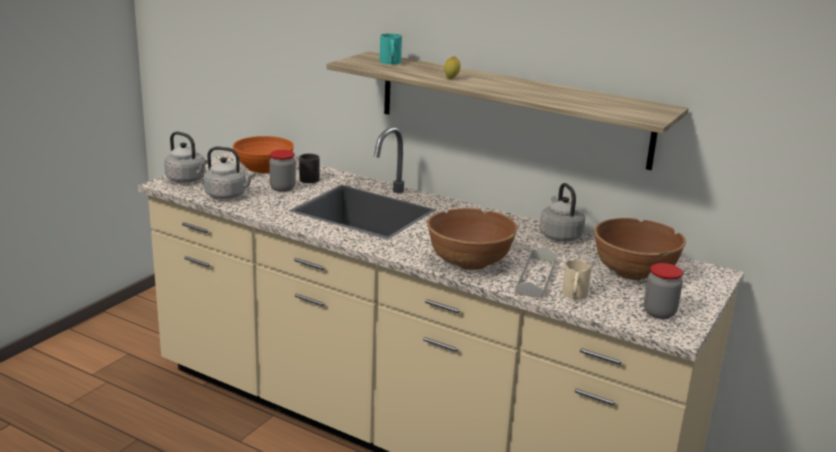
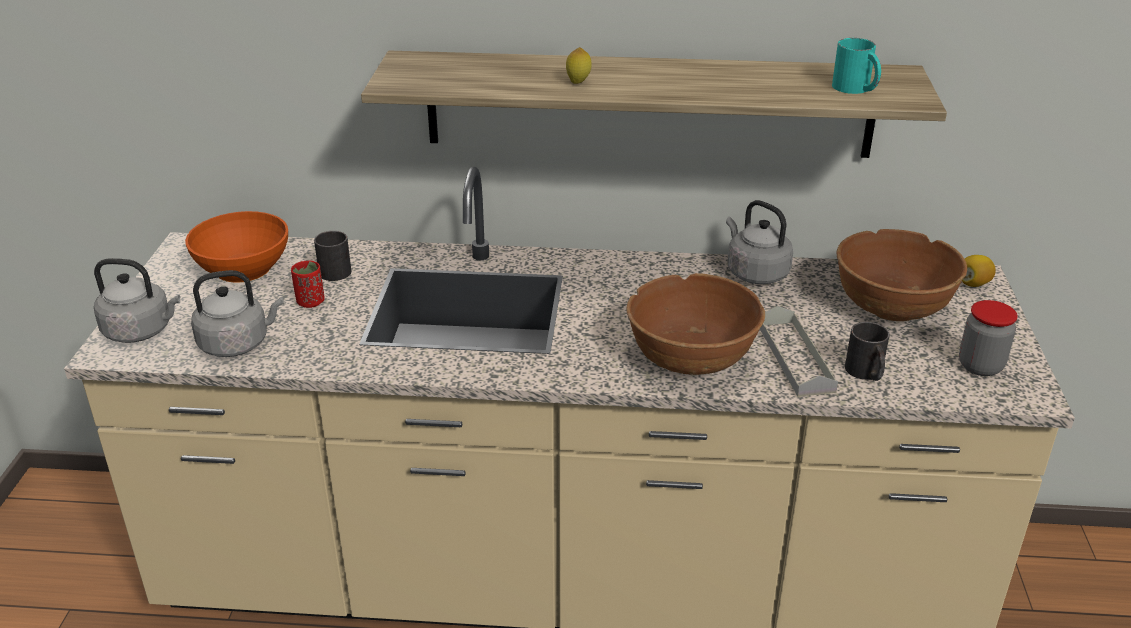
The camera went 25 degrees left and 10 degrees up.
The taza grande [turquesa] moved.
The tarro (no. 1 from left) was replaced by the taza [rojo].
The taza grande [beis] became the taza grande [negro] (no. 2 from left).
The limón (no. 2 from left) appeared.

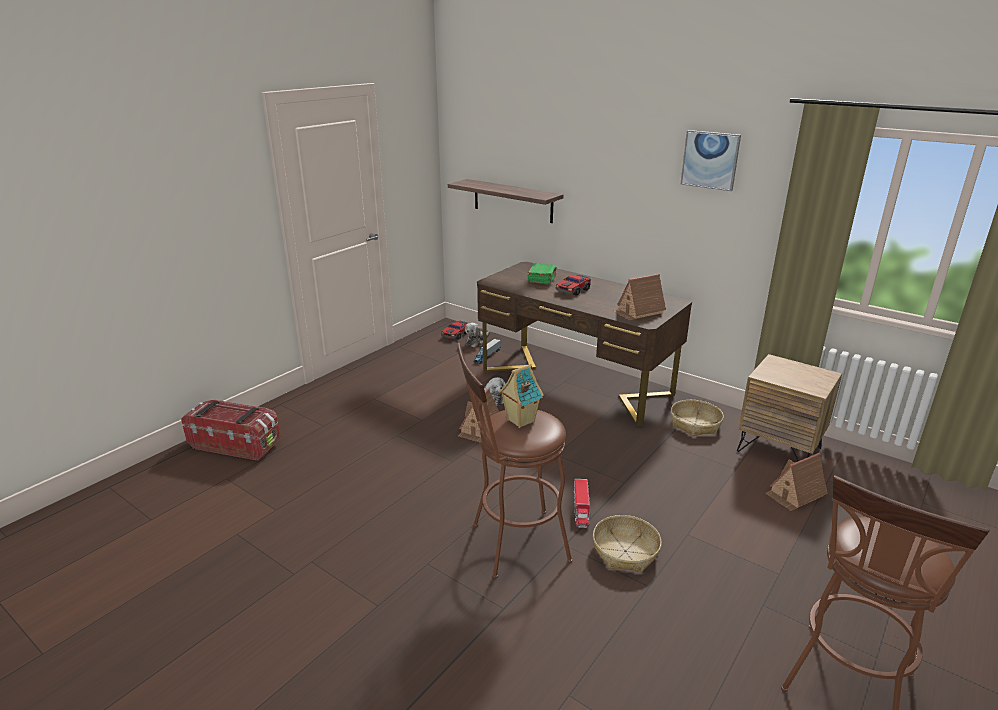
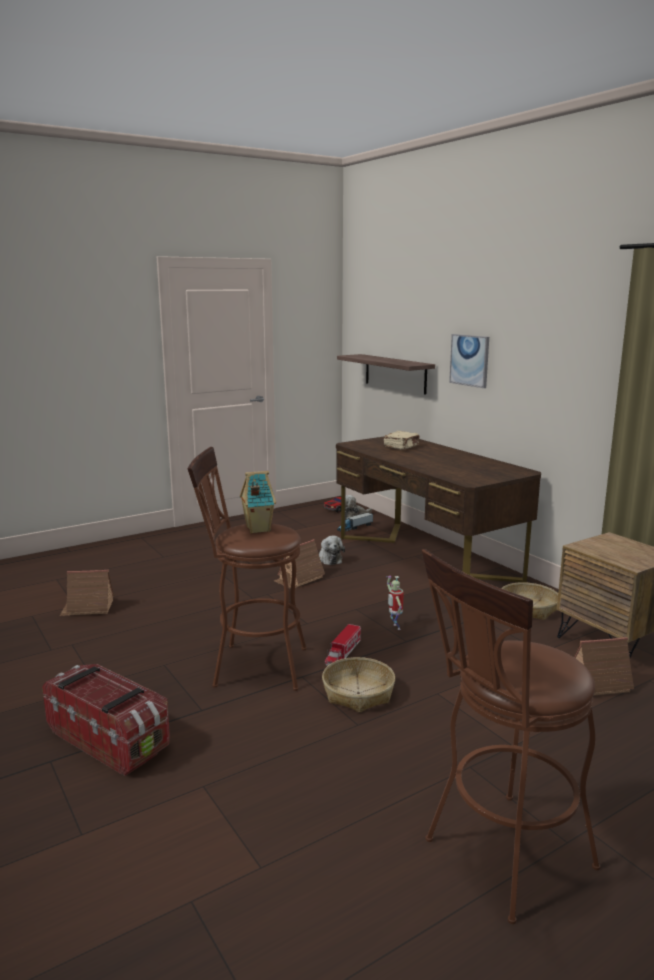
The camera went 20 degrees right and 10 degrees down.
The cuadro moved.
The libro [verde] became the libro [beis].
The coche de juguete (no. 2 from left) disappeared.
The casita (no. 3 from left in the first image) moved.
The caja de almacenaje moved.
The robot de juguete appeared.

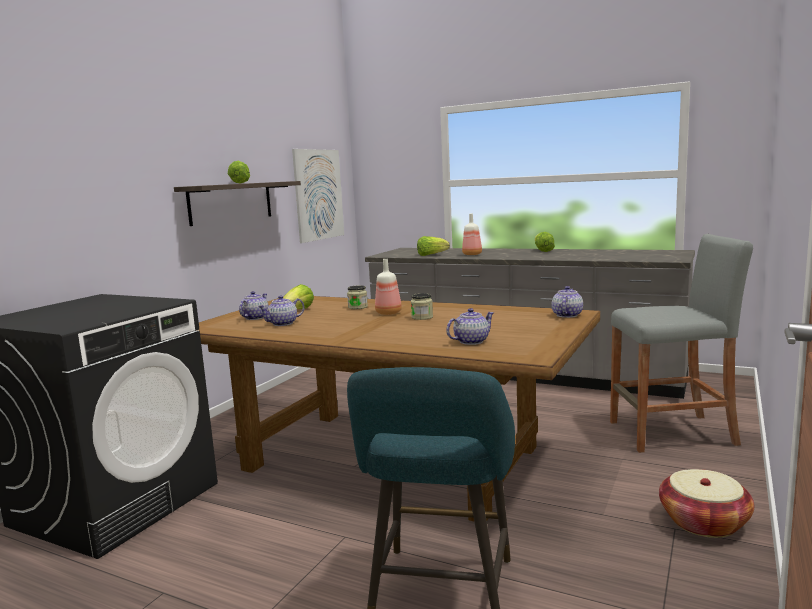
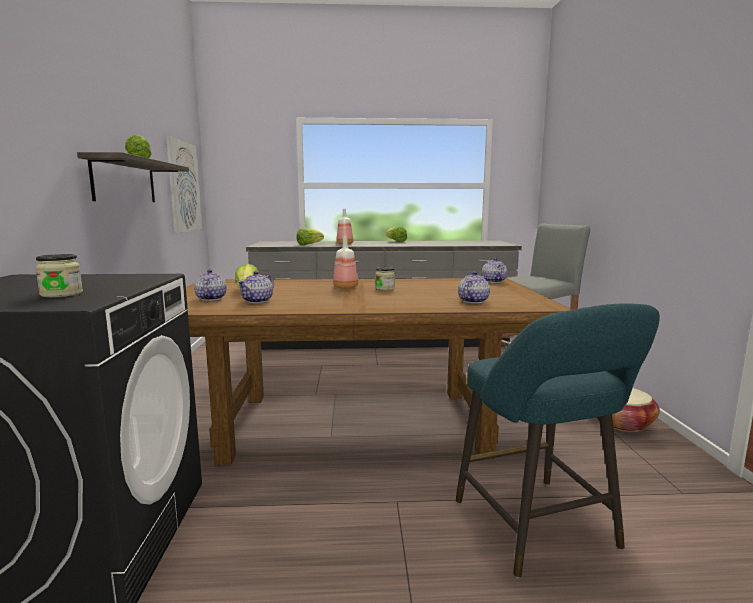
The camera went 30 degrees left and 0 degrees up.
The tarro (no. 1 from left) moved.

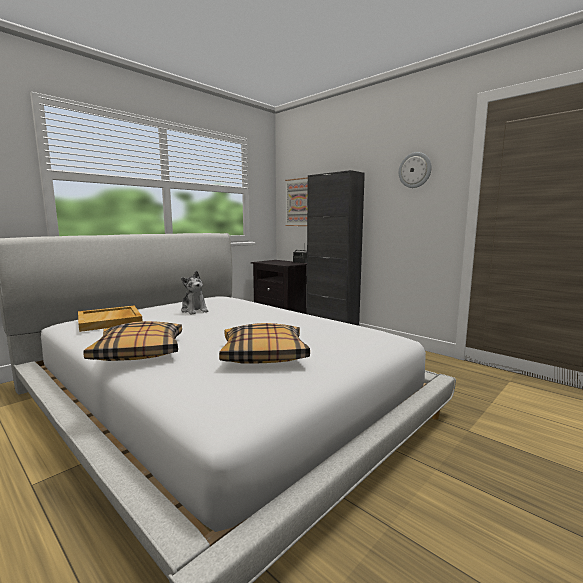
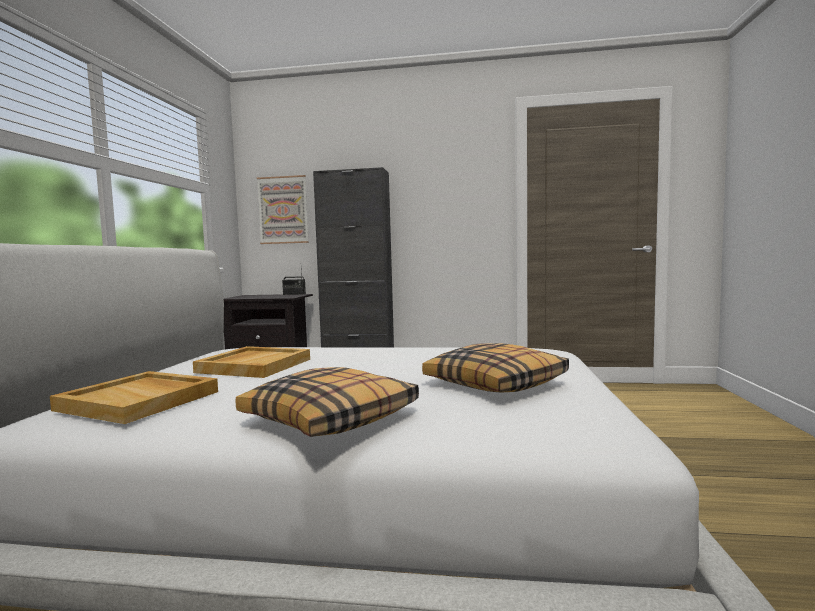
The camera went 35 degrees left and 5 degrees down.
The reloj de pared disappeared.
The peluche was replaced by the bandeja [beis] (no. 2 from left).

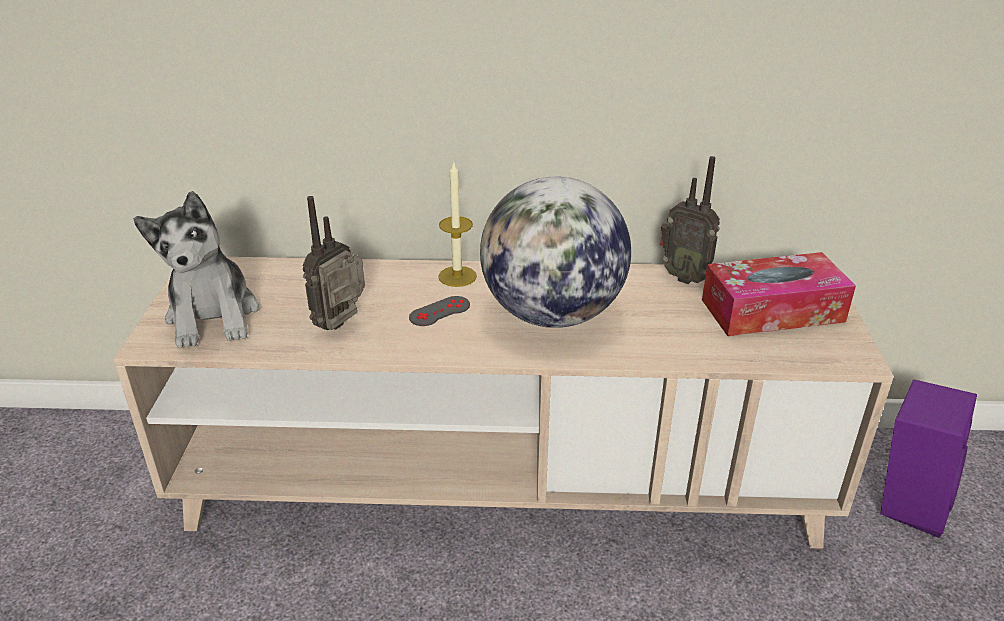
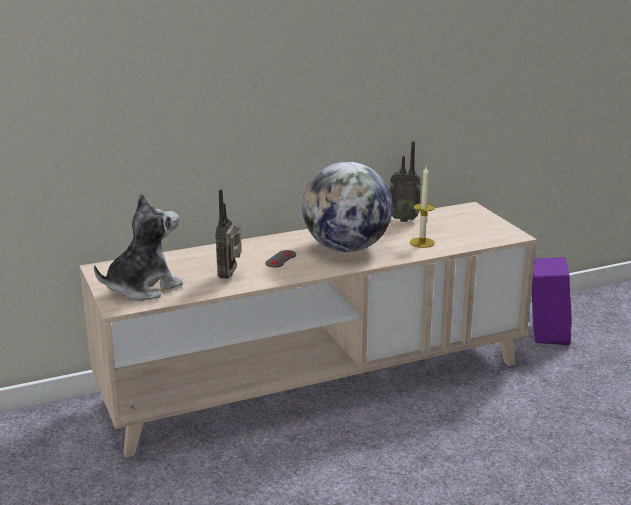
The camera went 25 degrees left and 10 degrees down.
The vela moved.
The peluche turned 90 degrees counterclockwise.
The caja de pañuelos disappeared.

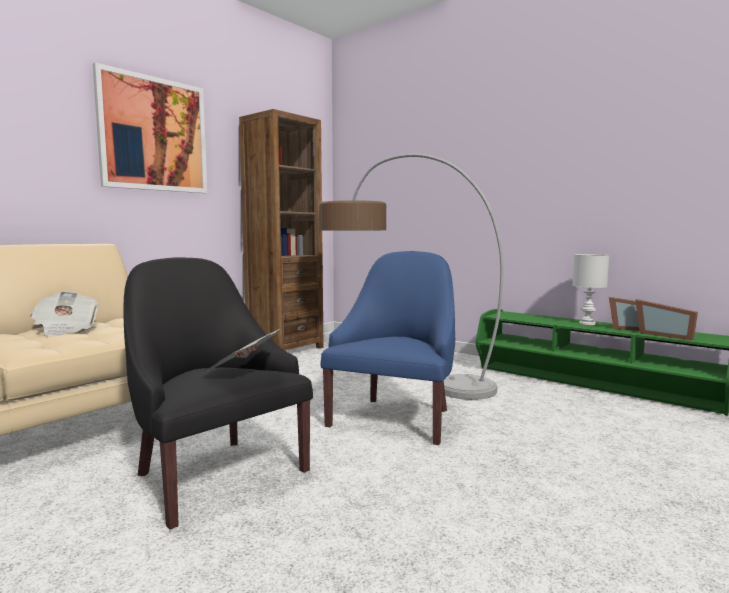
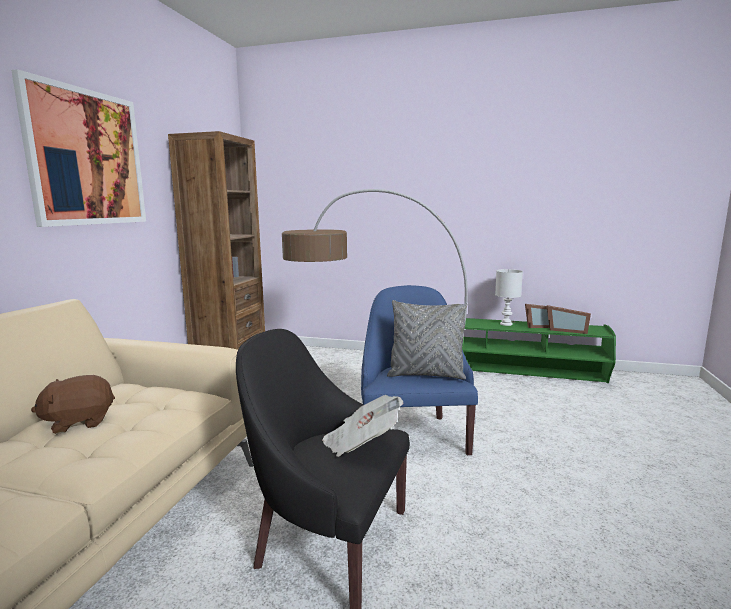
The camera went 25 degrees left and 5 degrees up.
The periódico (no. 1 from left) was replaced by the peluche [marrón].
The cojín [gris] appeared.

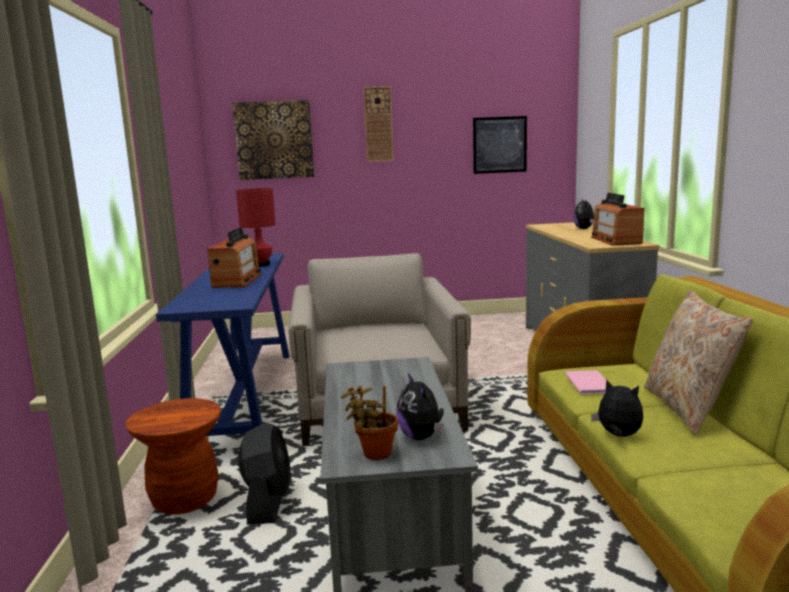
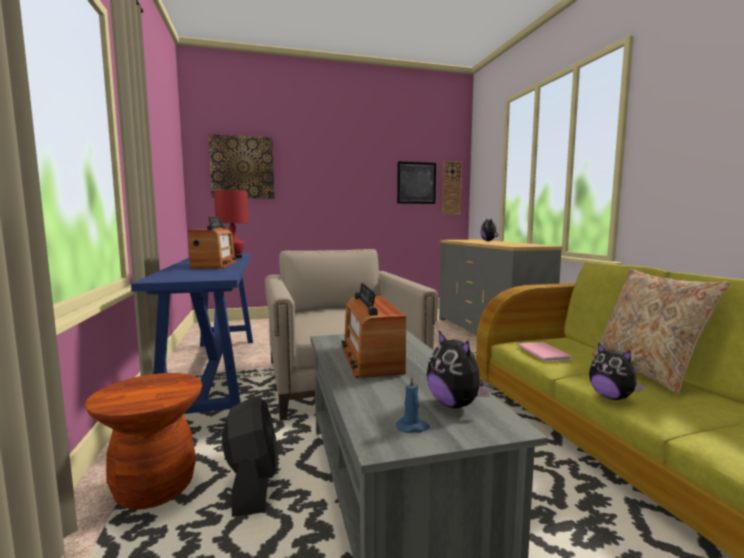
The camera went 10 degrees left and 5 degrees down.
The reloj de pared moved.
The radio (no. 2 from left) moved.
The peluche (no. 3 from left) turned 150 degrees counterclockwise.
The planta en maceta was replaced by the vela [azul].

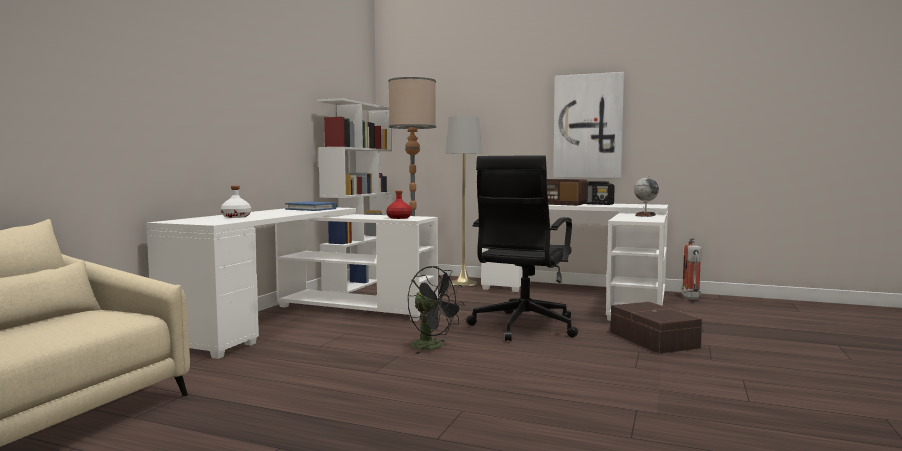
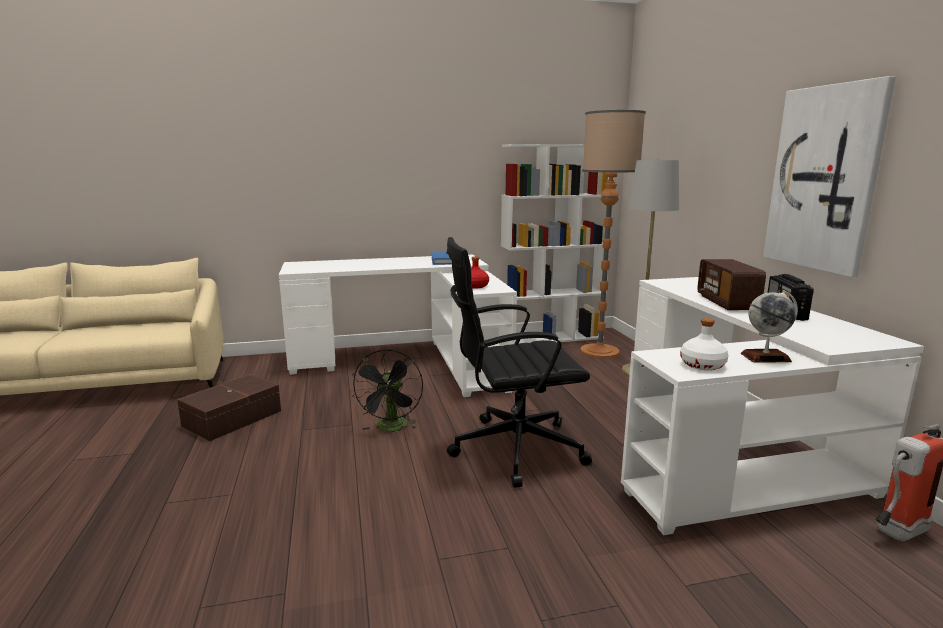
The camera went 55 degrees right and 10 degrees up.
The botella [blanco] moved.
The caja de almacenaje [marrón] moved.

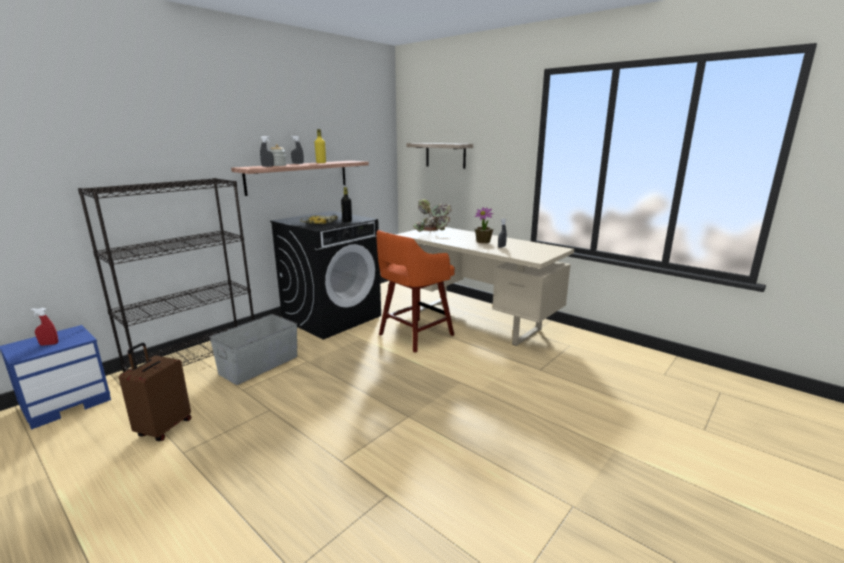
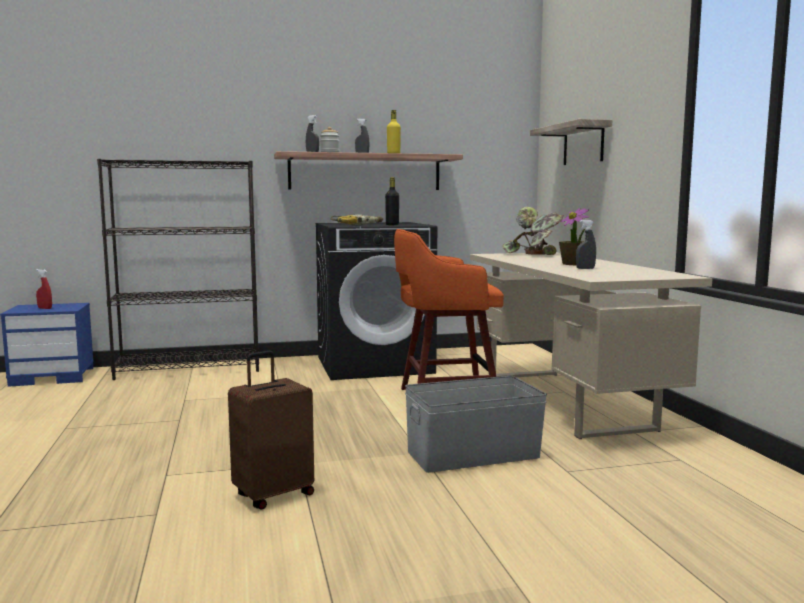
The camera went 35 degrees right and 10 degrees down.
The caja de almacenaje [gris] moved.
The maleta [marrón] moved.

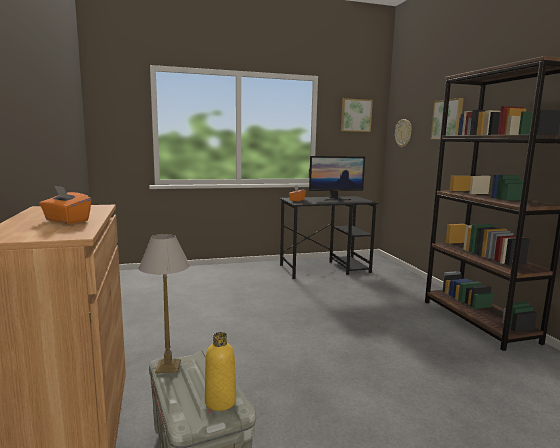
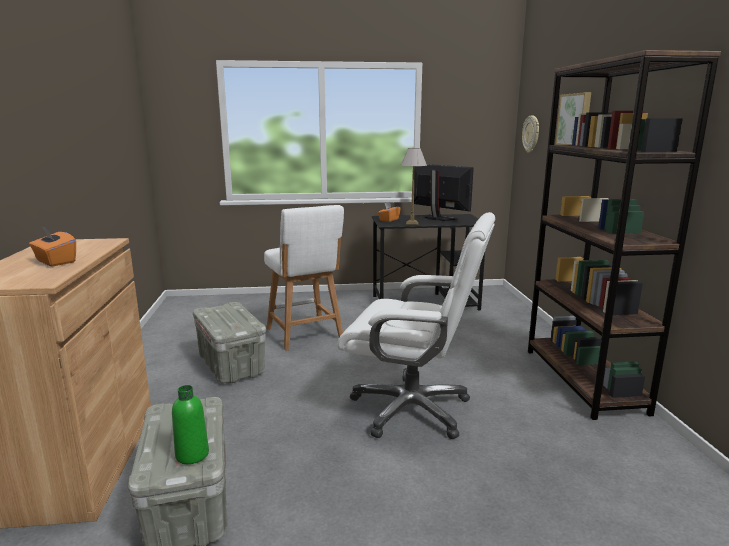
The camera went 10 degrees right and 5 degrees up.
The cuadro (no. 1 from left) disappeared.
The monitor turned 135 degrees counterclockwise.
The lámpara de mesa moved.
The botella [amarillo] became the botella [verde].
The taburete [blanco] appeared.
The silla de oficina [blanco] appeared.
The caja de almacenaje [gris] (no. 2 from left) appeared.

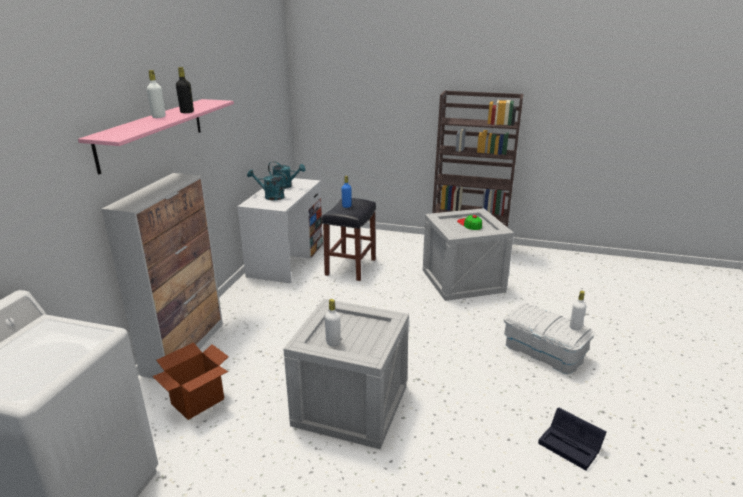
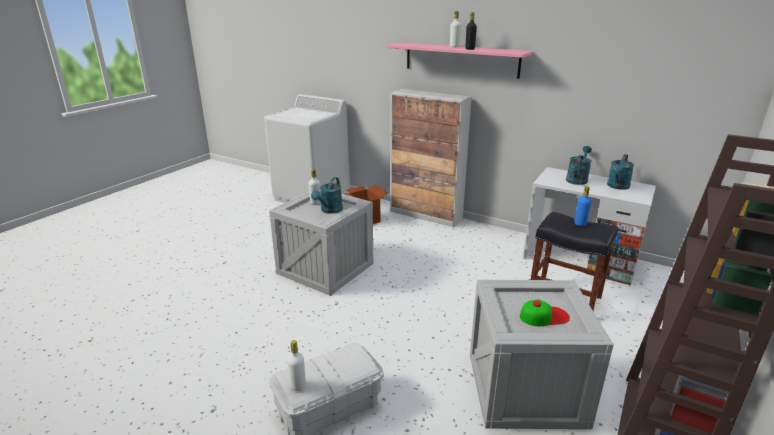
The camera went 105 degrees right and 0 degrees up.
The caja de almacenaje [negro] disappeared.
The regadera [turquesa] (no. 1 from left) appeared.

